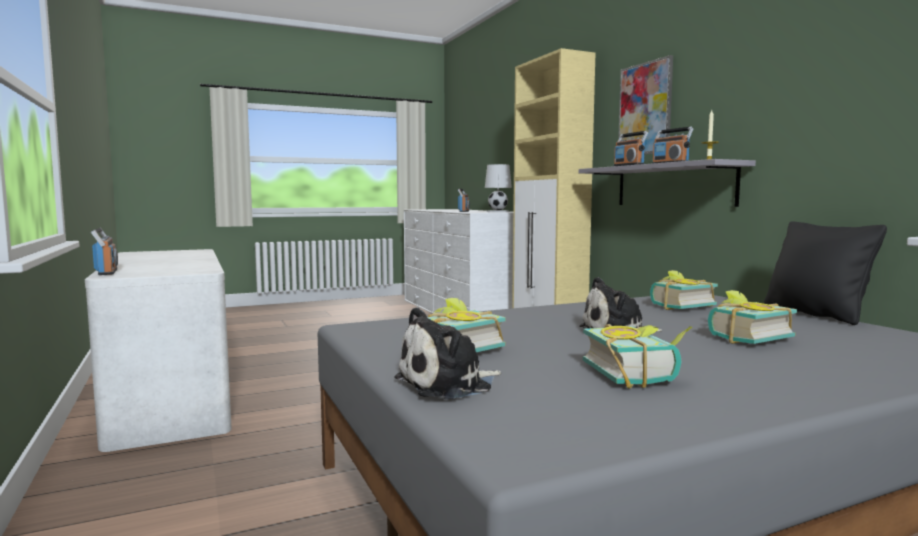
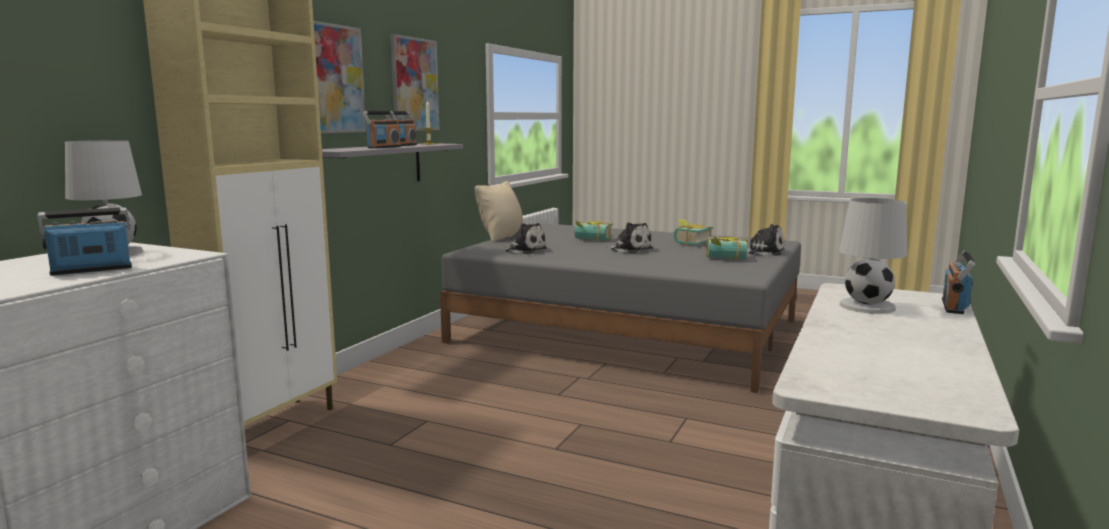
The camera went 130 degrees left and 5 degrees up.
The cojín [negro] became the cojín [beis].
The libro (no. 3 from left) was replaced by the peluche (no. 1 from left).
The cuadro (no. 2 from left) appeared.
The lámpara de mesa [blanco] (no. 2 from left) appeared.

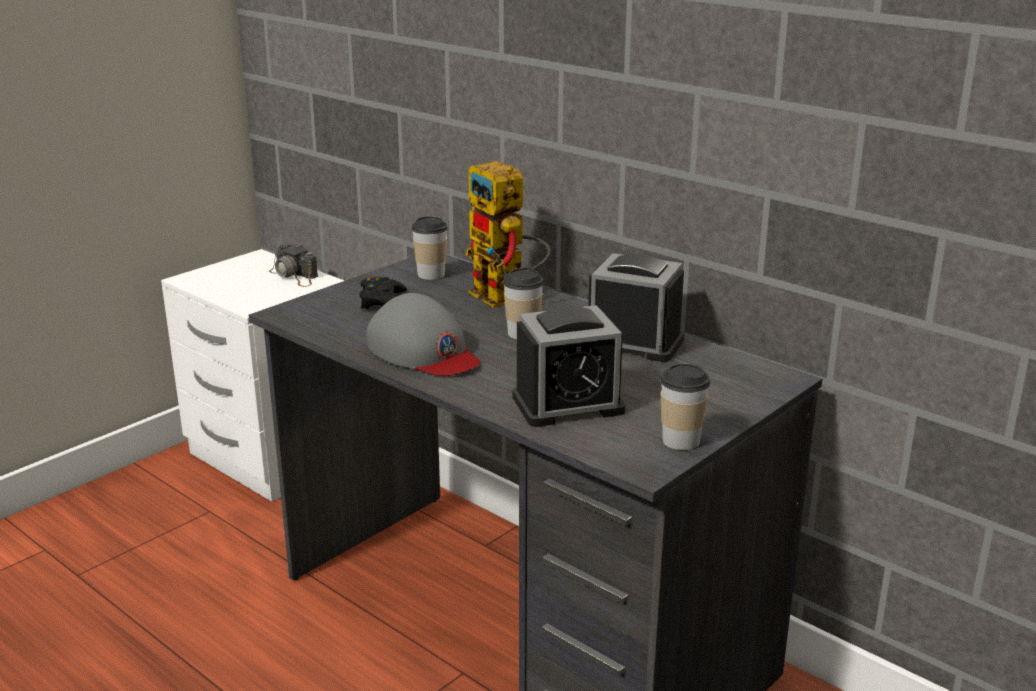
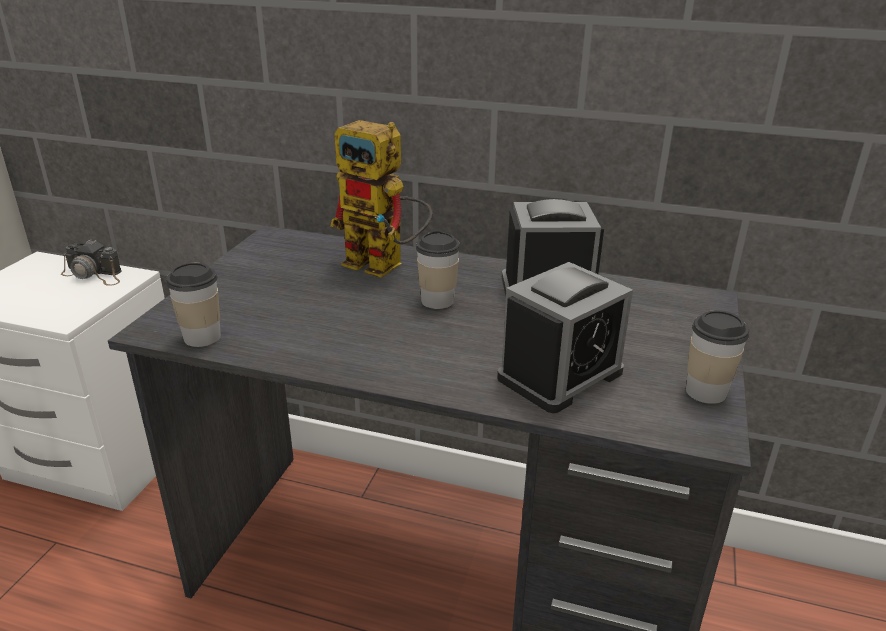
The camera went 25 degrees left and 5 degrees up.
The taza (no. 1 from left) moved.
The mando de consola [negro] disappeared.
The gorra [gris] disappeared.

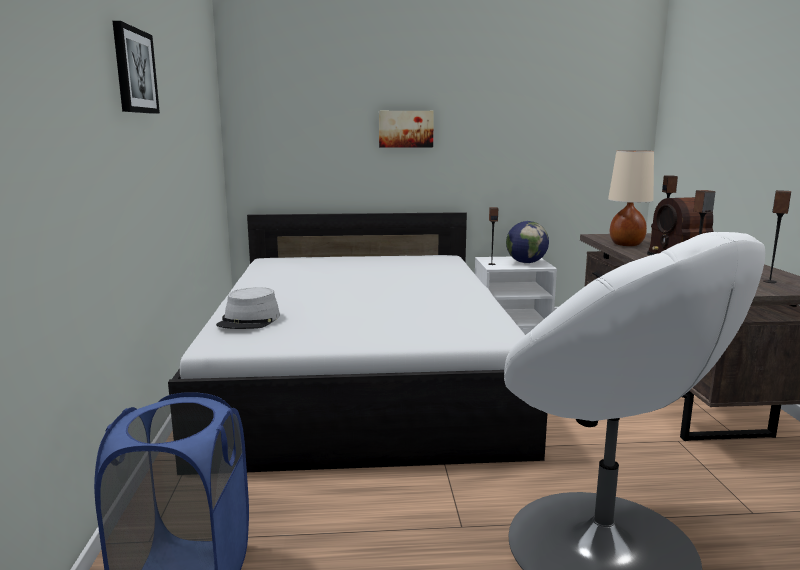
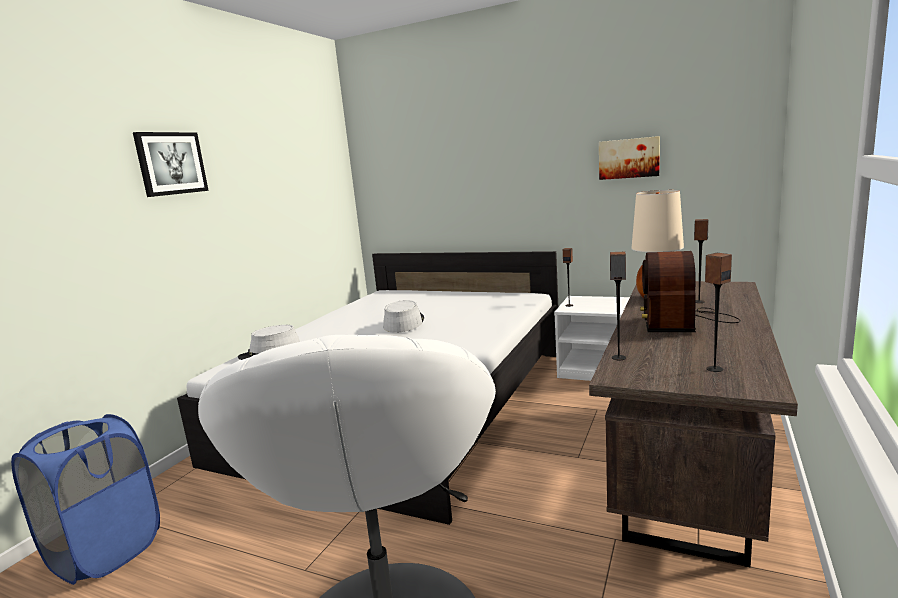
The camera went 30 degrees right and 0 degrees up.
The cuadro (no. 2 from left) moved.
The globo terráqueo disappeared.
The sombrero [gris] (no. 2 from left) appeared.

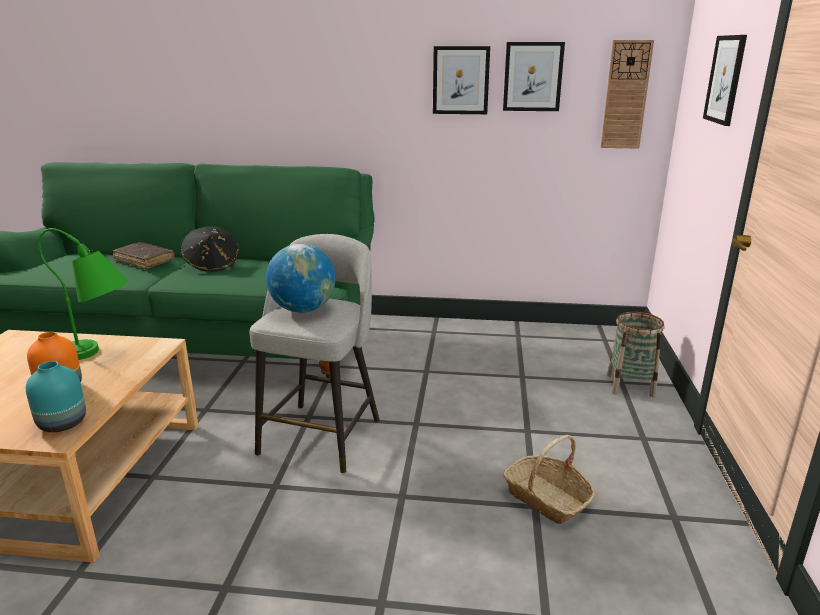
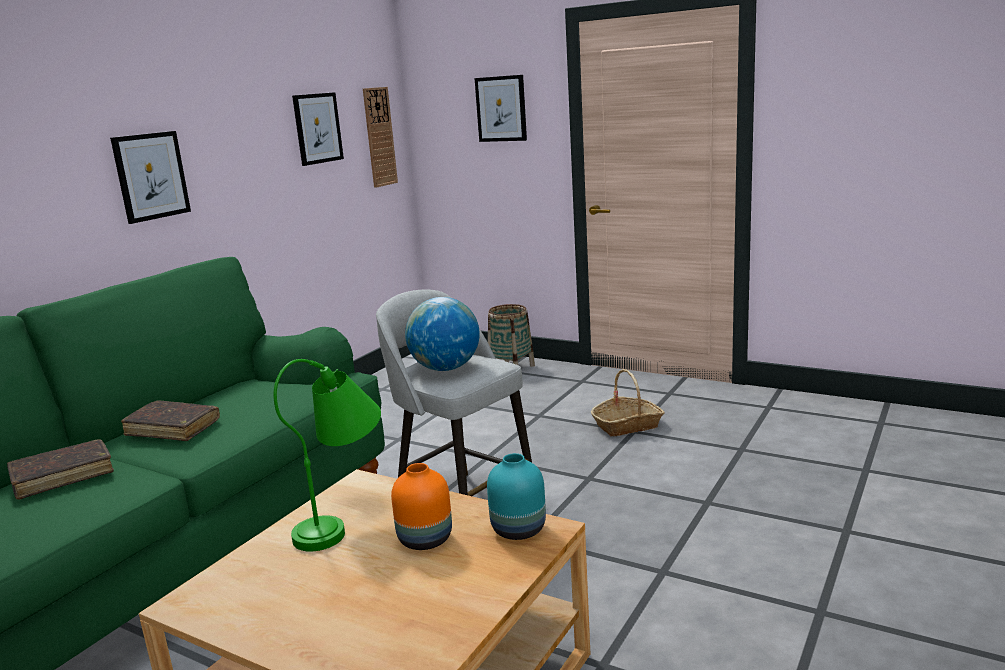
The camera went 65 degrees left and 5 degrees down.
The cuadro (no. 1 from left) moved.
The sombrero [negro] was replaced by the libro [marrón] (no. 2 from left).

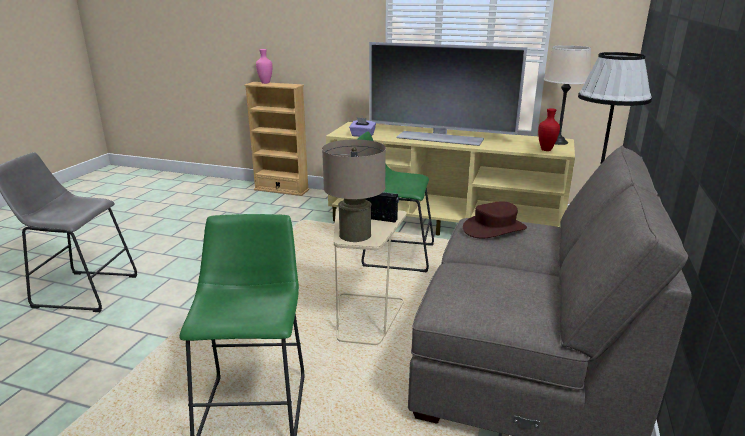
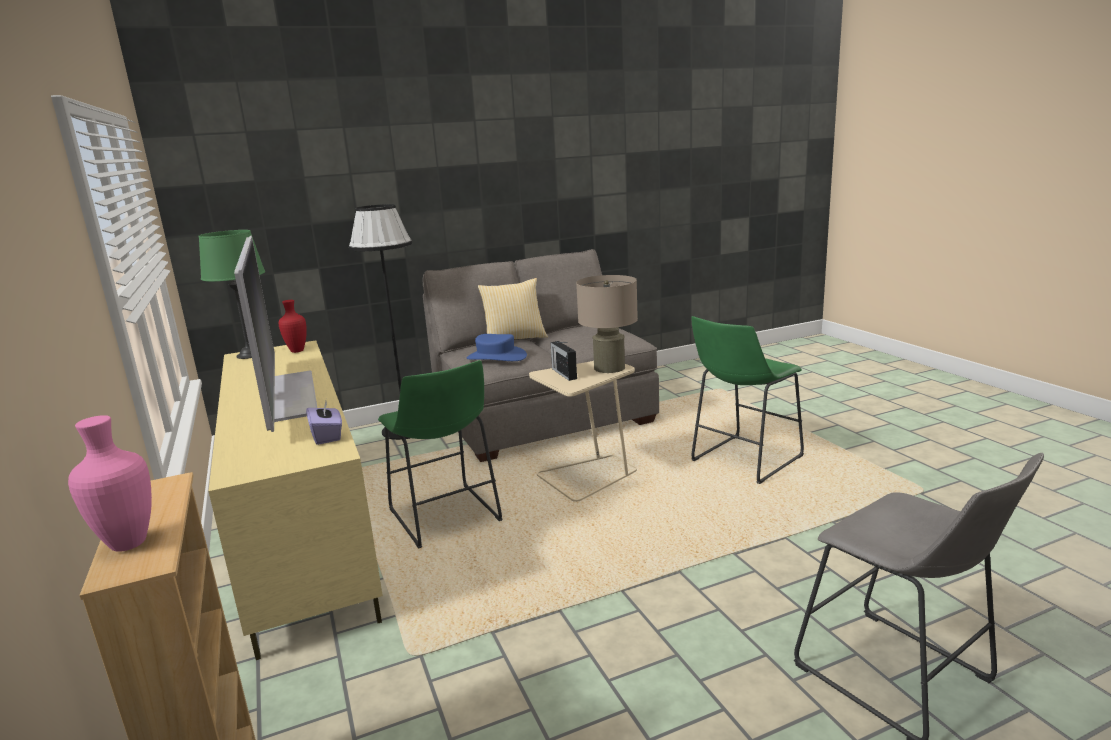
The camera went 130 degrees left and 5 degrees down.
The lámpara de mesa [beis] (no. 2 from left) became the lámpara de mesa [verde].
The sombrero [marrón] became the sombrero [azul].
The cojín appeared.

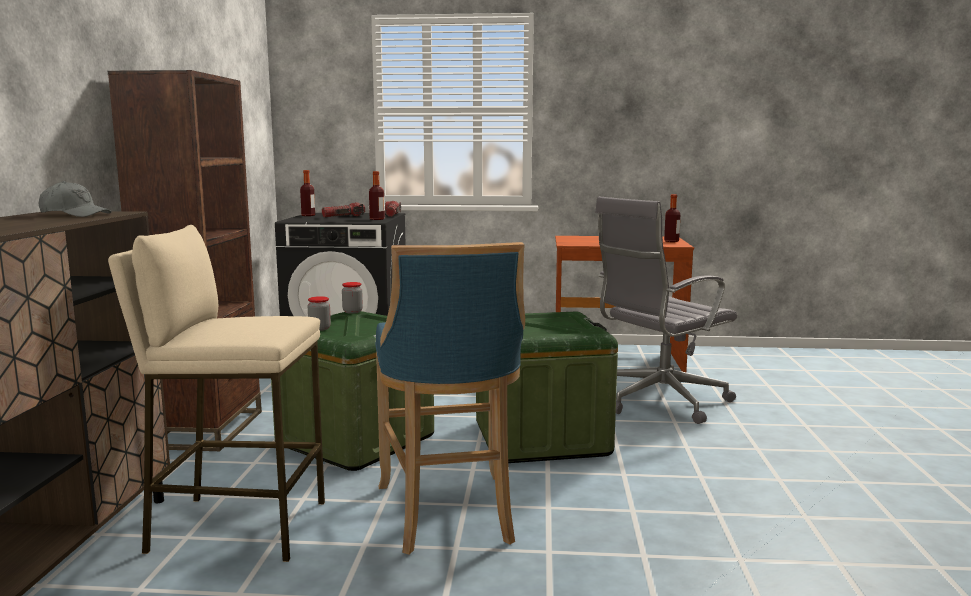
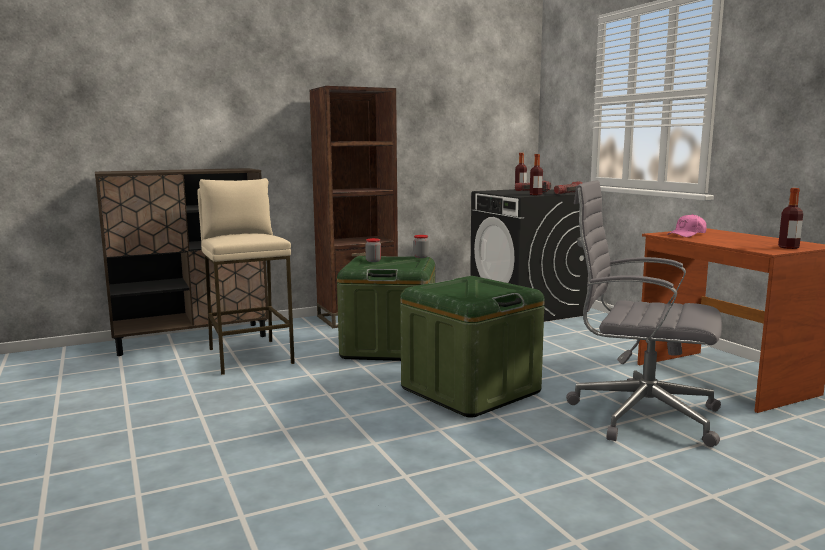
The camera went 60 degrees right and 0 degrees up.
The gorra [gris] disappeared.
The taburete [azul] disappeared.
The gorra [rosa] appeared.

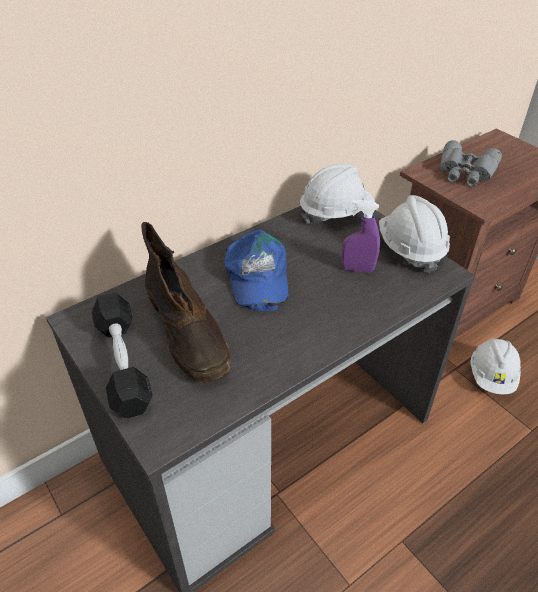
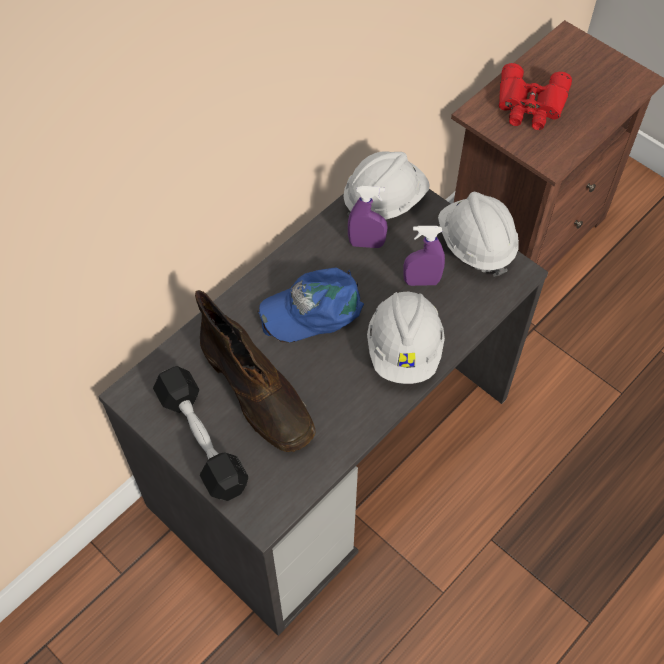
The camera went 10 degrees left and 15 degrees up.
The prismáticos [gris] became the prismáticos [rojo].
The gorra [azul] turned 90 degrees clockwise.
The casco [blanco] (no. 3 from left in the first image) moved.
The pulverizador [morado] (no. 1 from left) appeared.

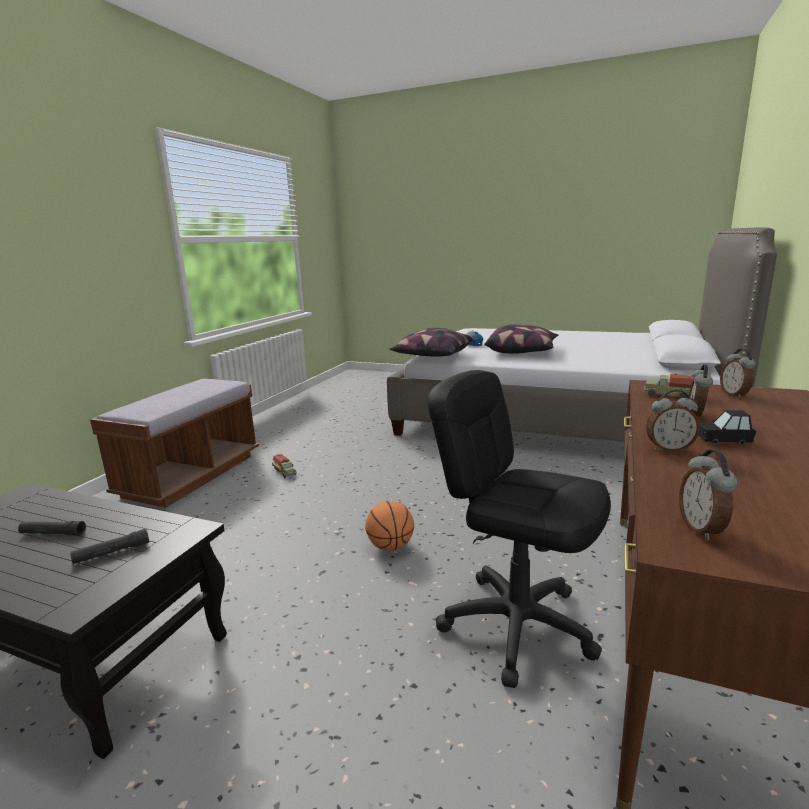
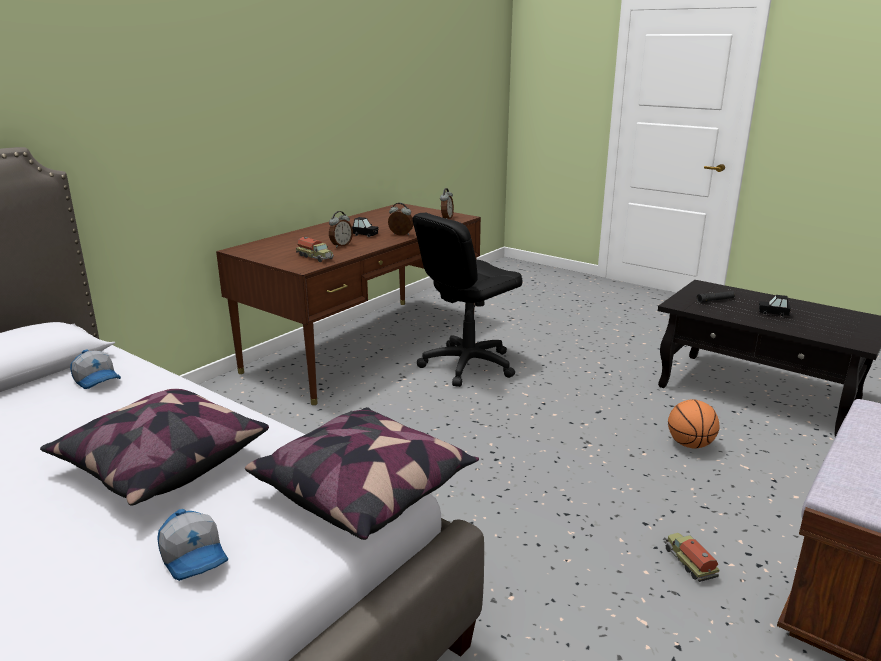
The camera went 165 degrees left and 5 degrees up.
The despertador (no. 4 from left) disappeared.
The silla de oficina [negro] turned 90 degrees clockwise.
The balón de baloncesto moved.
The linterna [negro] (no. 1 from left) was replaced by the coche de juguete [negro] (no. 2 from left).
The gorra (no. 1 from left) appeared.

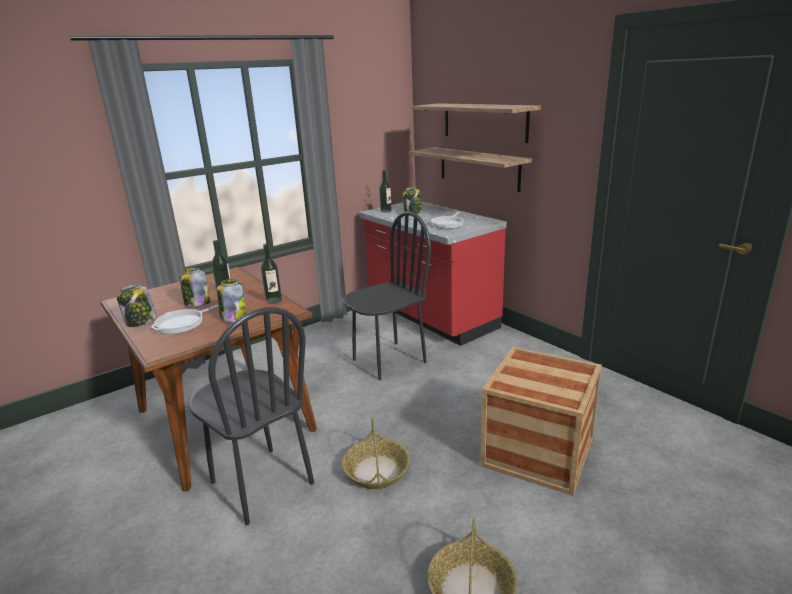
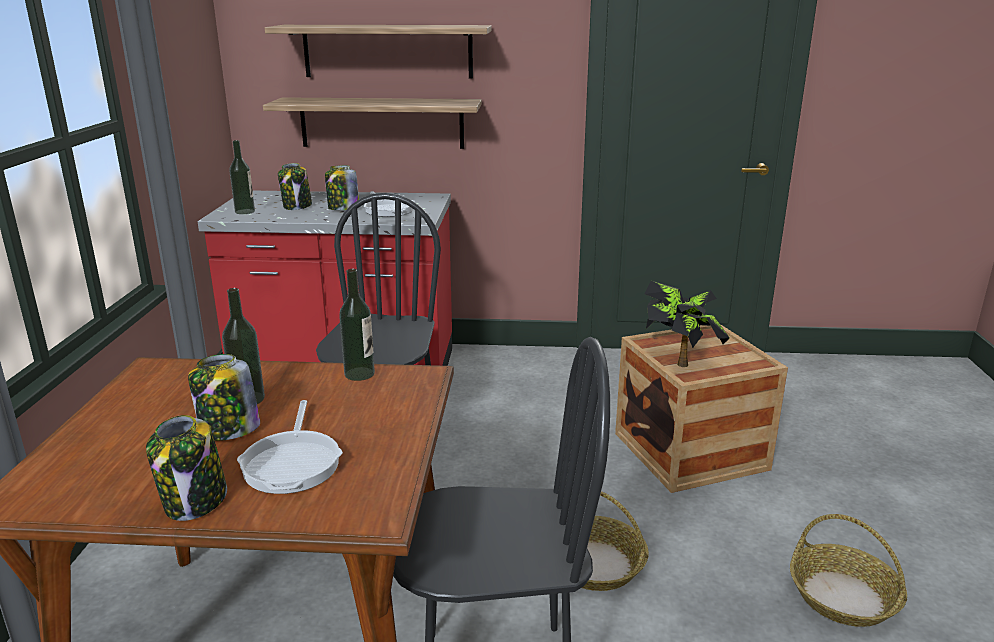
The camera went 50 degrees left and 0 degrees up.
The tarro (no. 3 from left in the first image) moved.
The planta en maceta appeared.

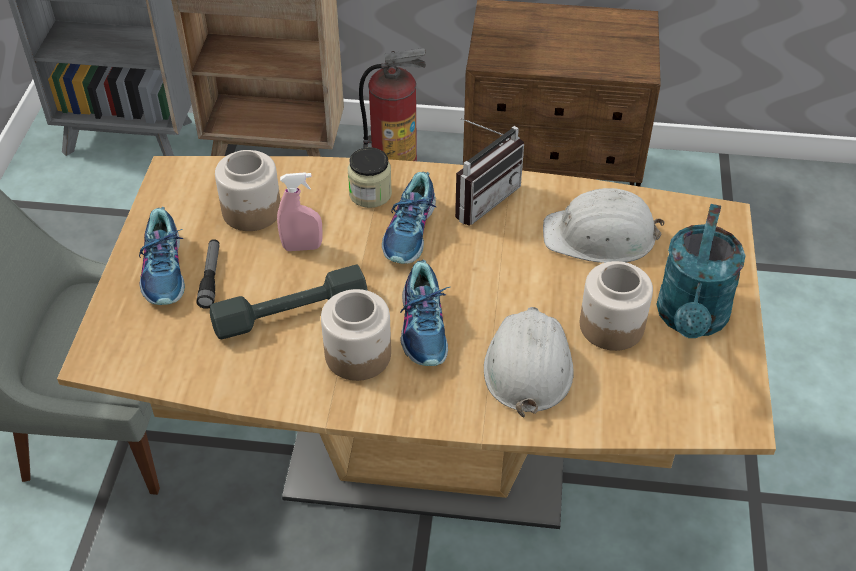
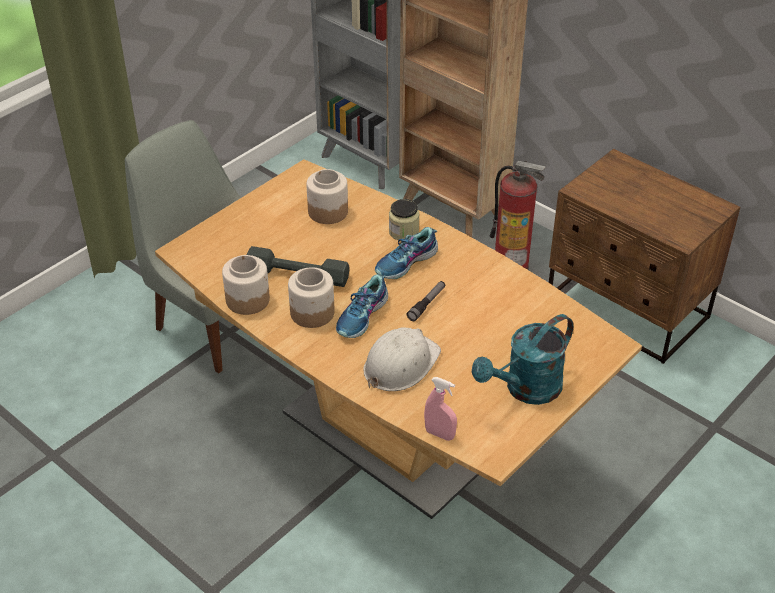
The camera went 35 degrees right and 5 degrees down.
The radio disappeared.
The pulverizador [rosa] moved.
The casco [blanco] (no. 2 from left) disappeared.
The zapato (no. 1 from left) disappeared.
The linterna moved.
The tarro (no. 4 from left in the first image) moved.

